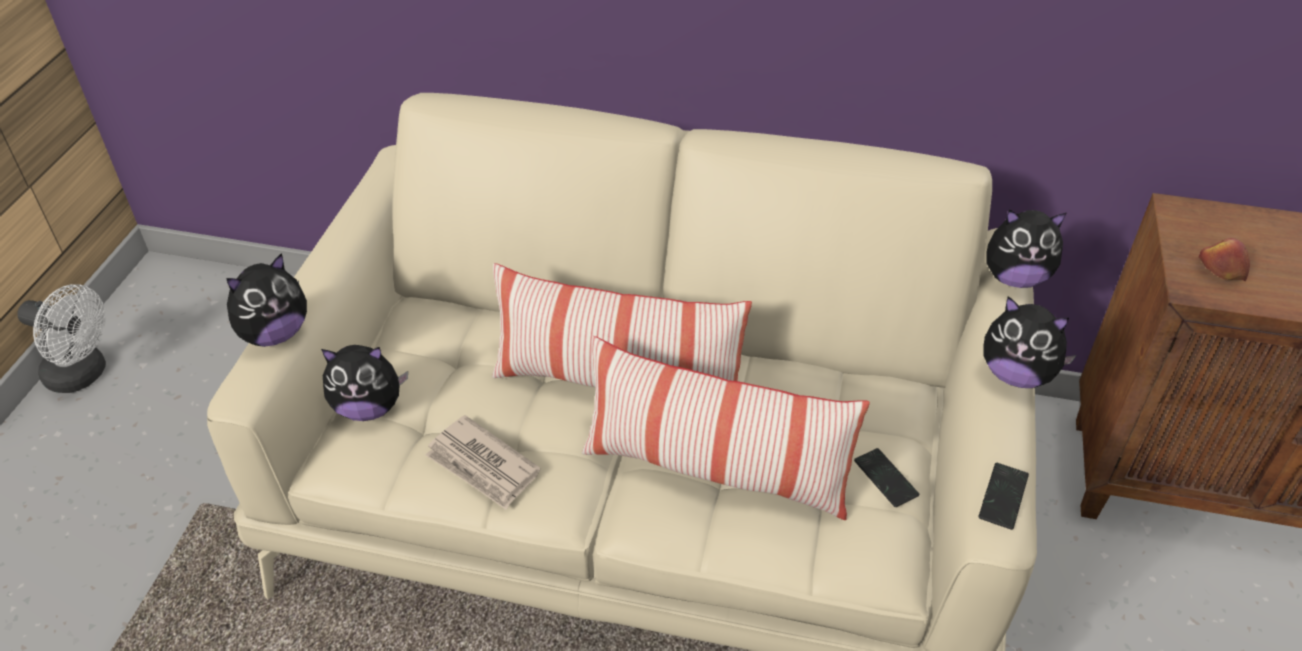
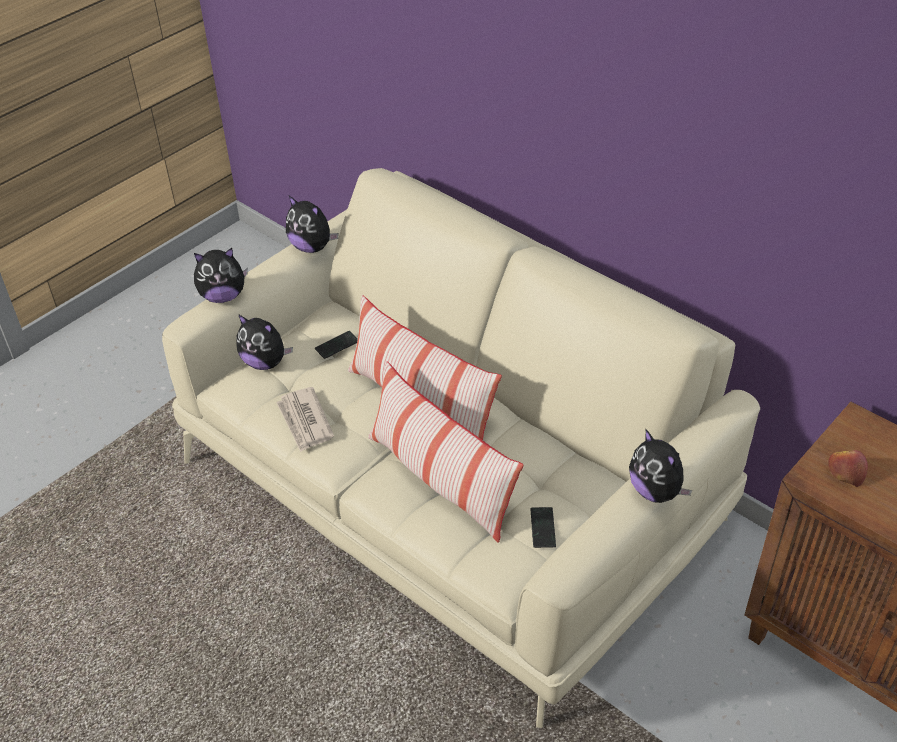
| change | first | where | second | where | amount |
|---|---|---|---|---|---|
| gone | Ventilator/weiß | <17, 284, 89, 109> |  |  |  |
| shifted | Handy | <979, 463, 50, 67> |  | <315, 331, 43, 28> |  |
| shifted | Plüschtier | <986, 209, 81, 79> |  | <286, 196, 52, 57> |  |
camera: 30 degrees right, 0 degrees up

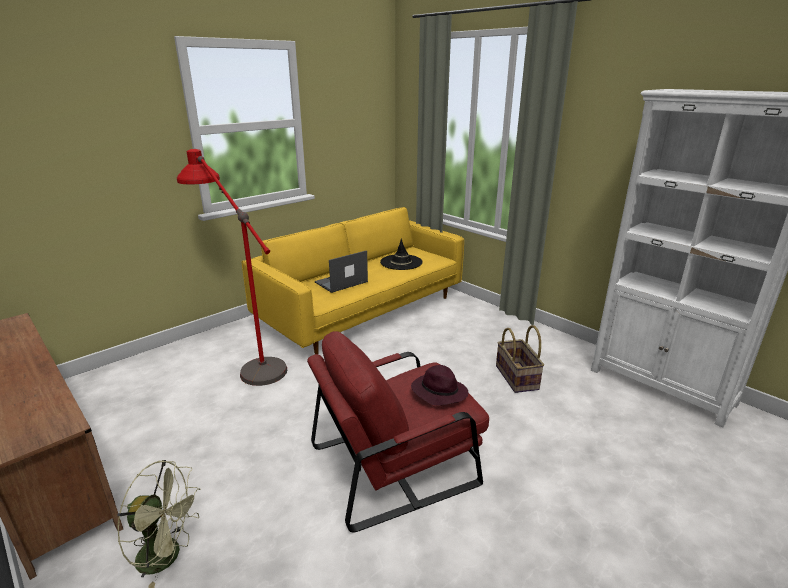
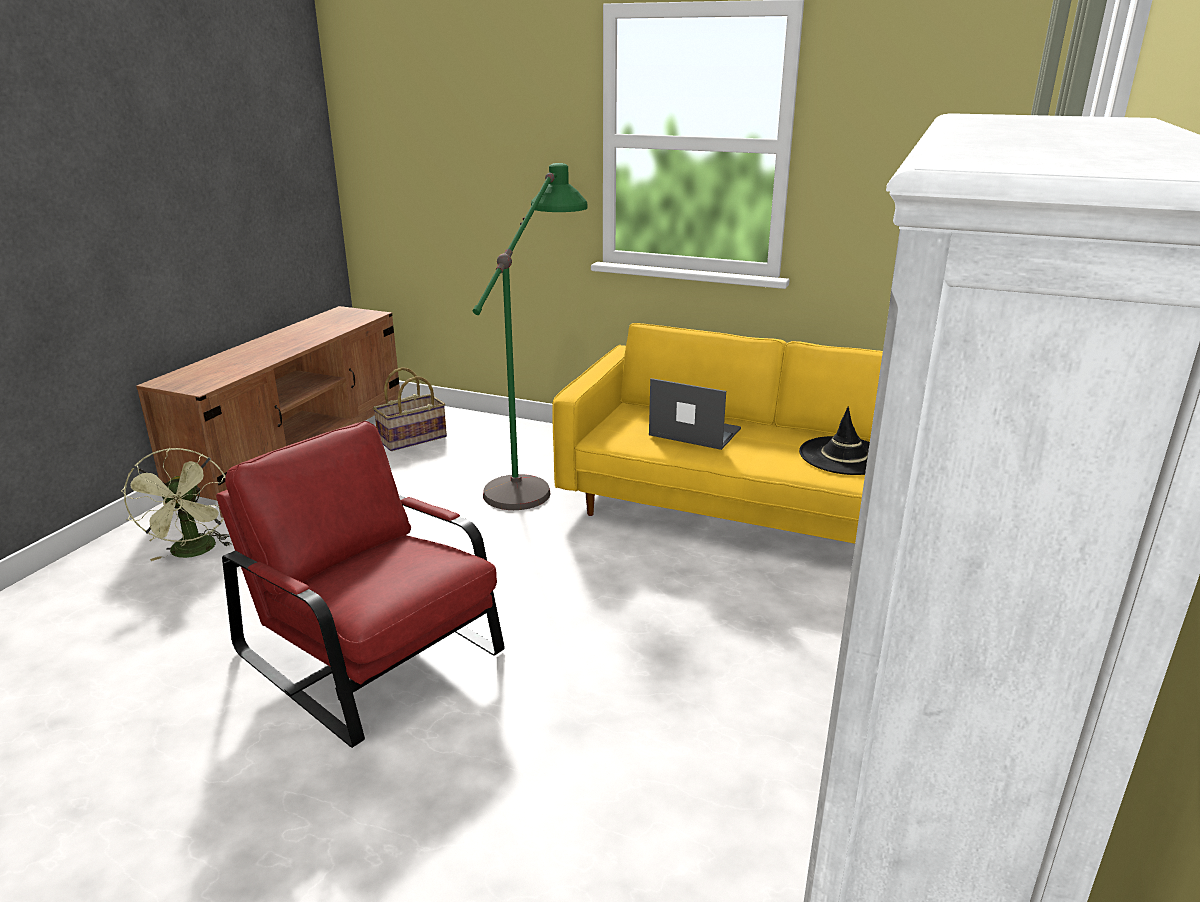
| change | first | where | second | where | amount |
|---|---|---|---|---|---|
| repainted | Stehlampe/rot | <177, 149, 110, 237> | Stehlampe/grün | <473, 163, 114, 347> |  |
| gone | Hut/lila | <411, 365, 57, 41> |  |  |  |
| shifted | Korb | <496, 325, 48, 68> |  | <373, 367, 74, 84> |  |
camera: 65 degrees right, 0 degrees up

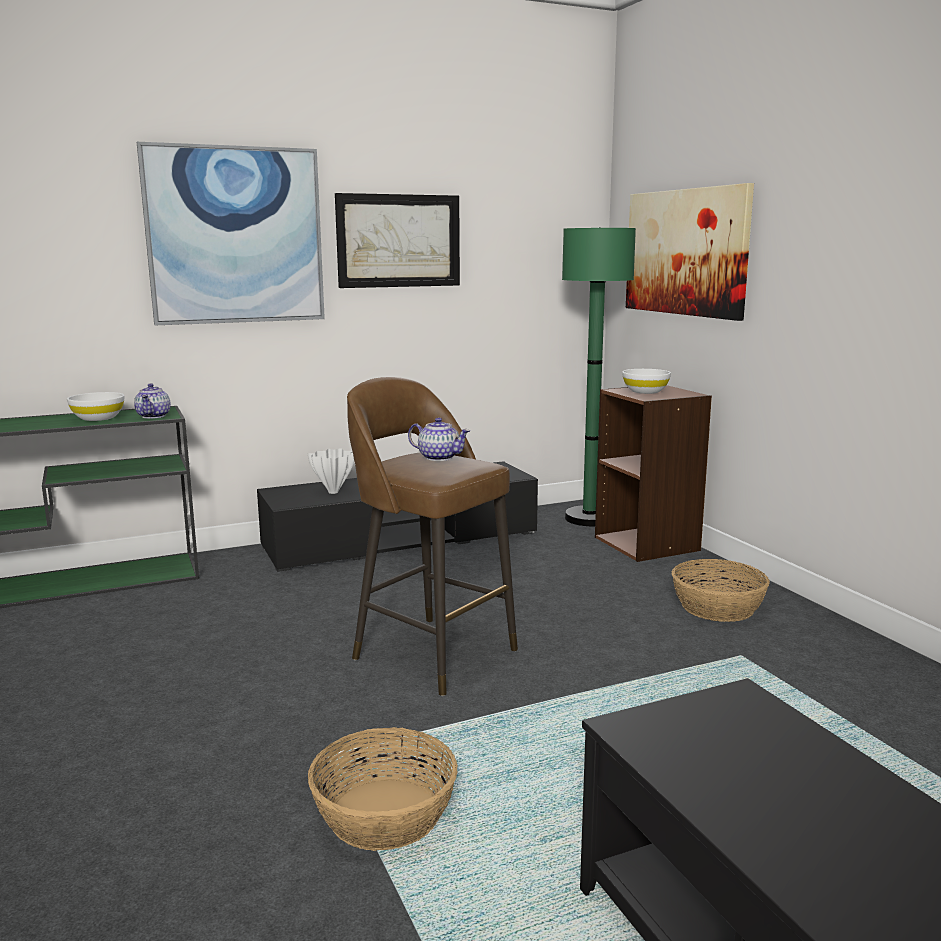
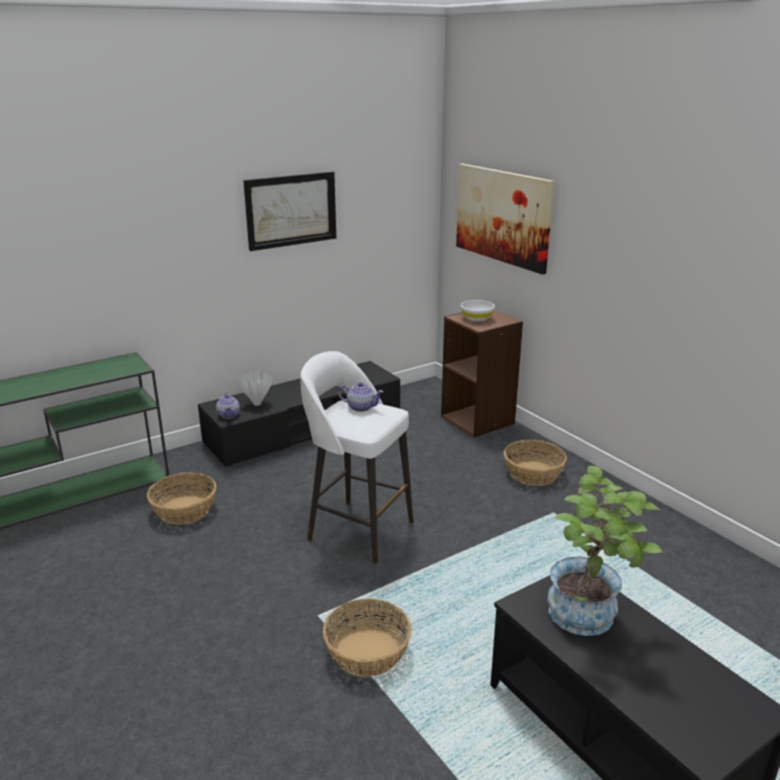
| change | first | where | second | where | amount |
|---|---|---|---|---|---|
| gone | Schüssel/weiß | <67, 392, 57, 29> |  |  |  |
| shifted | Teekanne | <134, 383, 37, 35> |  | <216, 393, 24, 26> |  |
| gone | Bild | <137, 142, 188, 183> |  |  |  |
| repainted | Hocker/braun | <347, 377, 171, 319> | Hocker/weiß | <301, 351, 113, 213> |  |
| gone | Stehlampe/grün | <562, 227, 74, 299> |  |  |  |
| new |  |  | Korb | <147, 472, 70, 52> |  |
| new |  |  | Topfpflanze | <547, 466, 115, 170> |  |
camera: 10 degrees left, 10 degrees up

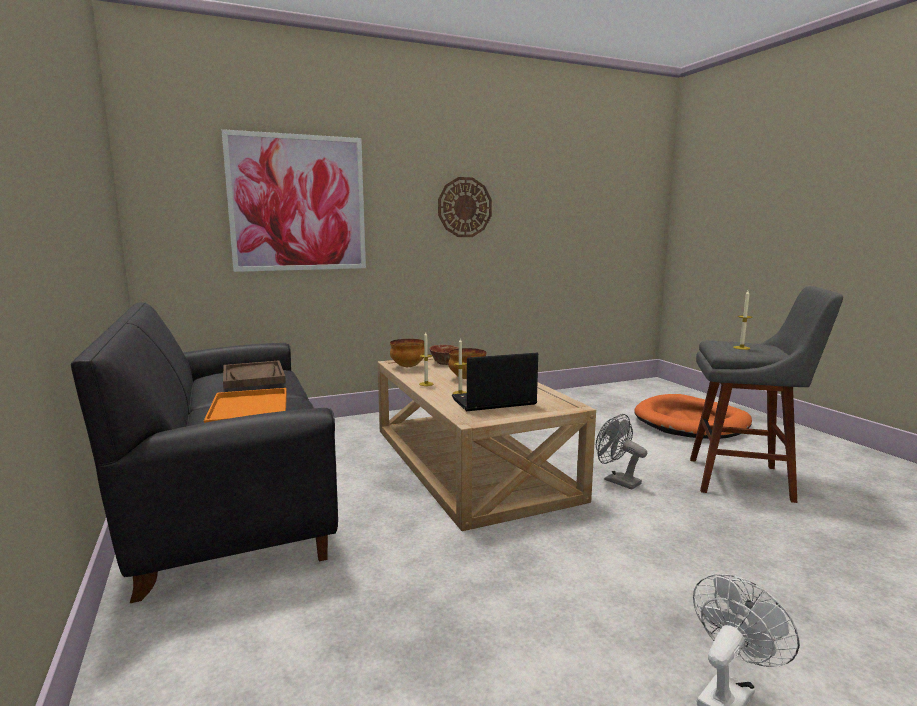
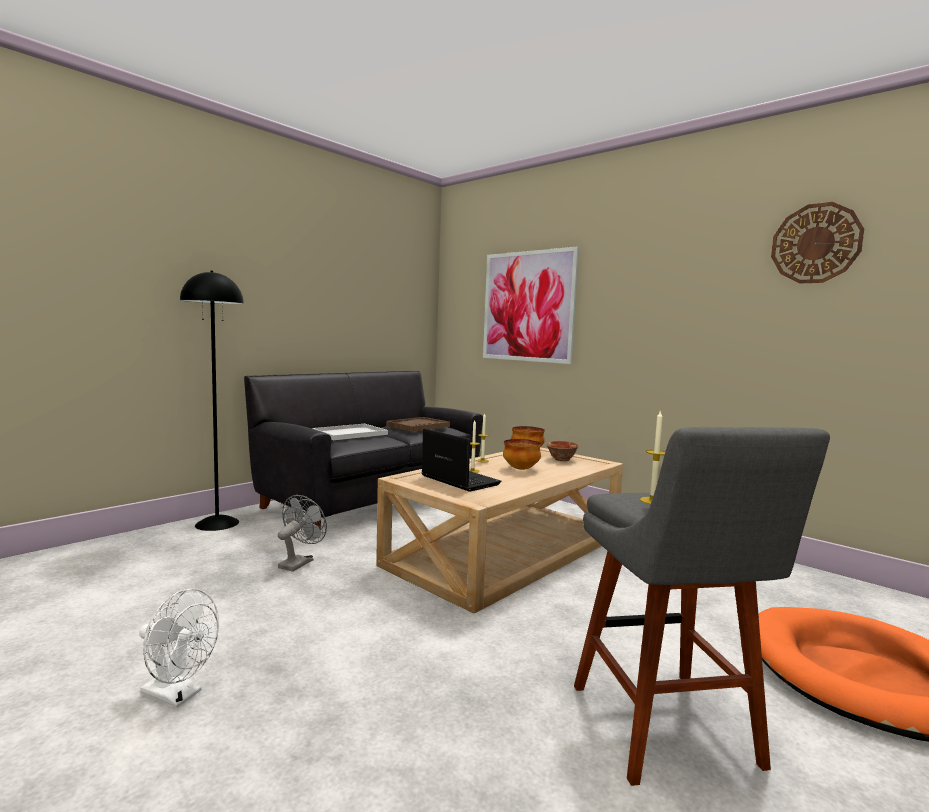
| change | first | where | second | where | amount |
|---|---|---|---|---|---|
| repainted | Tablett/orange | <204, 388, 83, 35> | Tablett/weiß | <312, 424, 76, 16> |  |
| shifted | Wanduhr | <438, 177, 54, 60> |  | <771, 202, 93, 82> |  |
| shifted | Ventilator/grau | <596, 414, 51, 76> |  | <278, 495, 49, 77> |  |
| new |  |  | Stehlampe/schwarz | <180, 271, 64, 260> |  |
camera: 65 degrees right, 5 degrees down

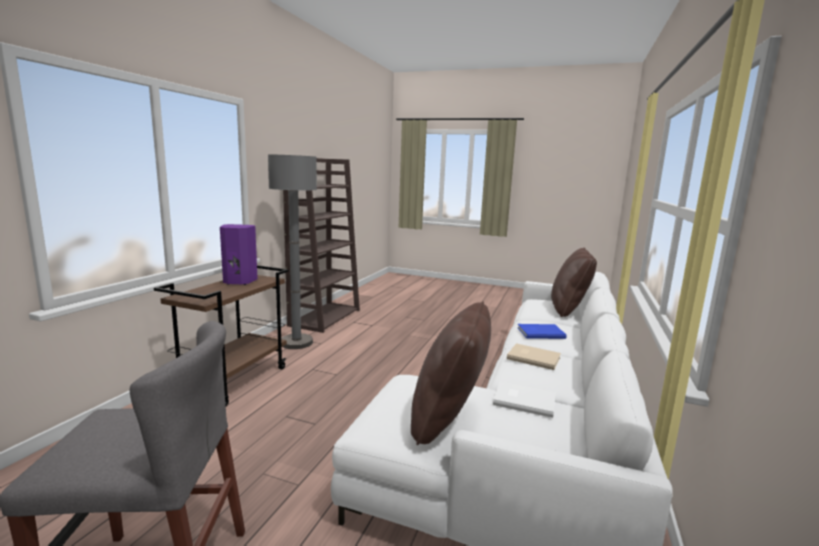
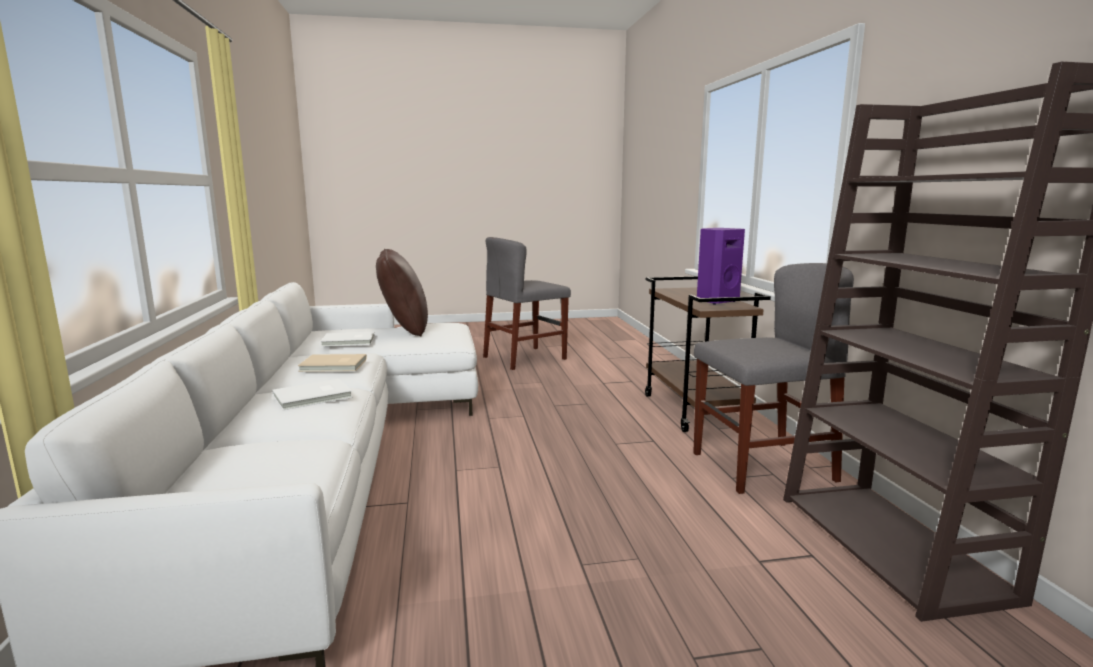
| change | first | where | second | where | amount |
|---|---|---|---|---|---|
| swapped | Stehlampe/grau | <268, 154, 49, 195> | Stuhl/grau | <693, 263, 161, 231> |  |
| repainted | Buch/blau | <517, 324, 50, 15> | Buch/weiß | <272, 379, 81, 31> |  |
| gone | Kissen/braun | <551, 248, 46, 69> |  |  |  |
camera: 150 degrees right, 0 degrees up

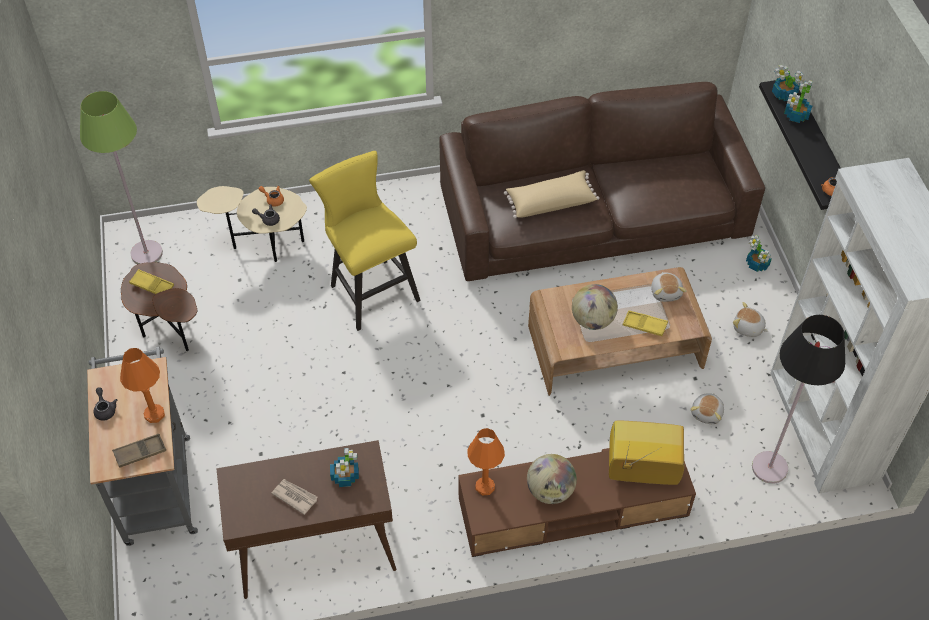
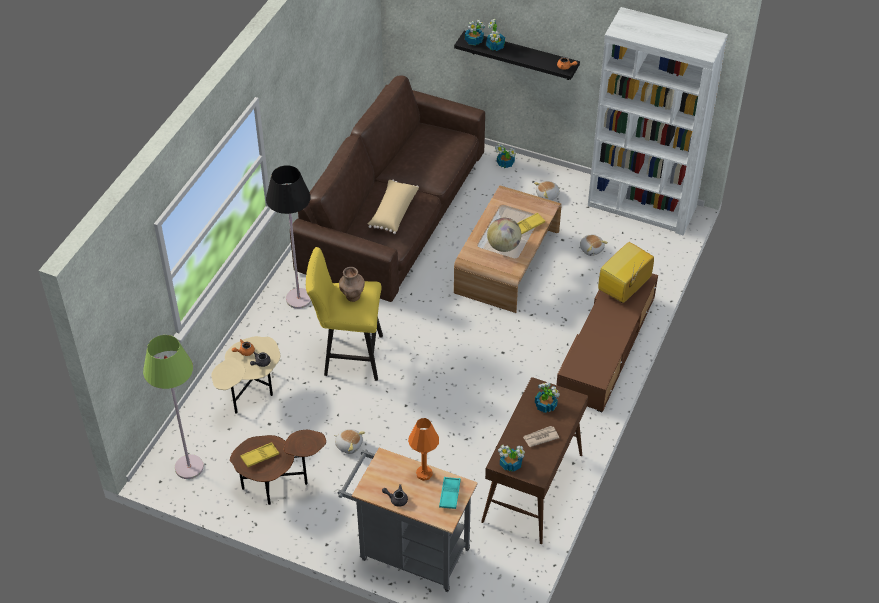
| change | first | where | second | where | amount |
|---|---|---|---|---|---|
| repainted | Tablett/braun | <112, 434, 54, 34> | Tablett/türkis | <439, 477, 22, 32> |  |
| gone | Tischlampe/orange | <467, 428, 38, 67> |  |  |  |
| gone | Globus | <527, 454, 50, 50> |  |  |  |
| shifted | Plüschtier | <651, 272, 35, 30> |  | <334, 429, 31, 25> |  |
| shifted | Stehlampe/schwarz | <752, 315, 93, 169> |  | <266, 165, 45, 144> |  |
| new |  |  | Vase/braun | <339, 267, 26, 35> |  |
| new |  |  | Topfpflanze | <498, 445, 27, 27> |  |
camera: 55 degrees left, 5 degrees down

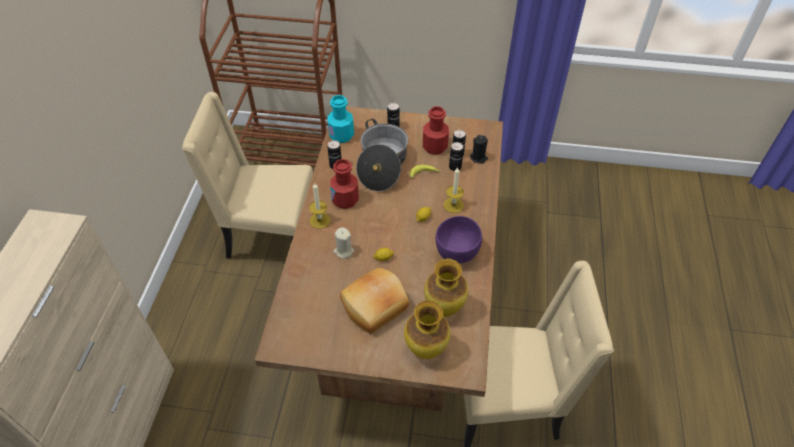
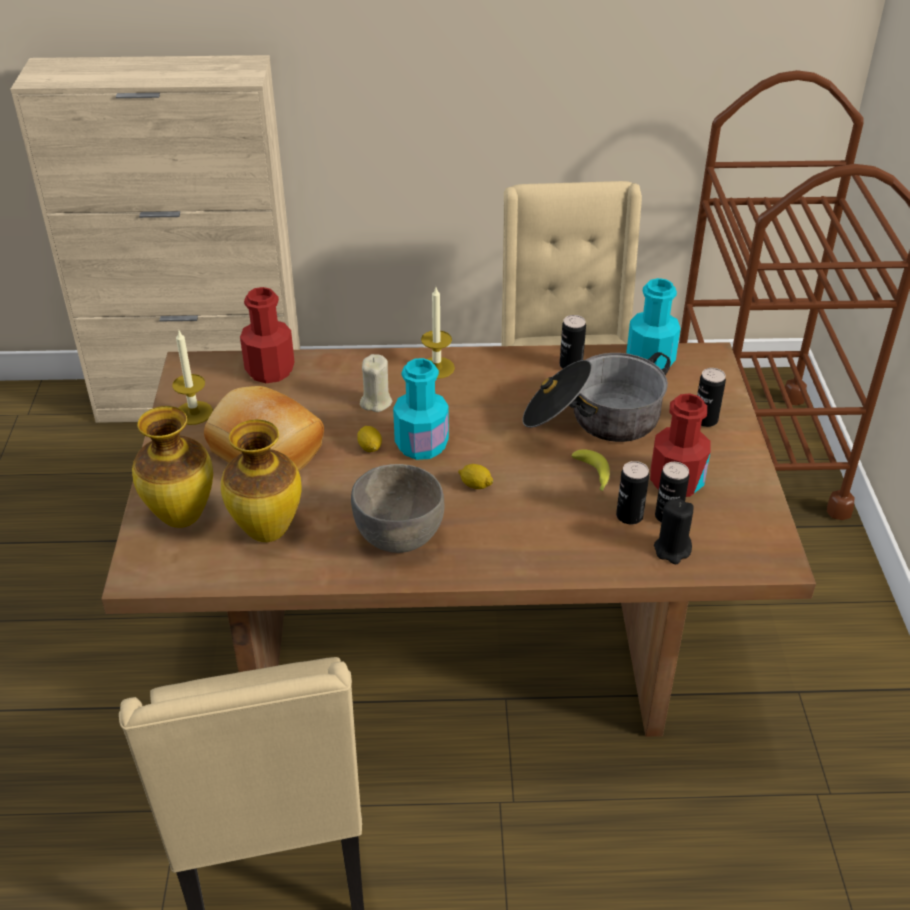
| change | first | where | second | where | amount |
|---|---|---|---|---|---|
| shifted | Flasche/rot | <330, 159, 29, 50> |  | <240, 287, 55, 96> |  |
| repainted | Schüssel/lila | <436, 216, 46, 48> | Schüssel/grau | <351, 464, 93, 89> |  |
| shifted | Kerze | <444, 167, 20, 46> |  | <172, 331, 41, 94> |  |
| new |  |  | Flasche/türkis | <393, 358, 56, 102> |  |
camera: 80 degrees right, 10 degrees down

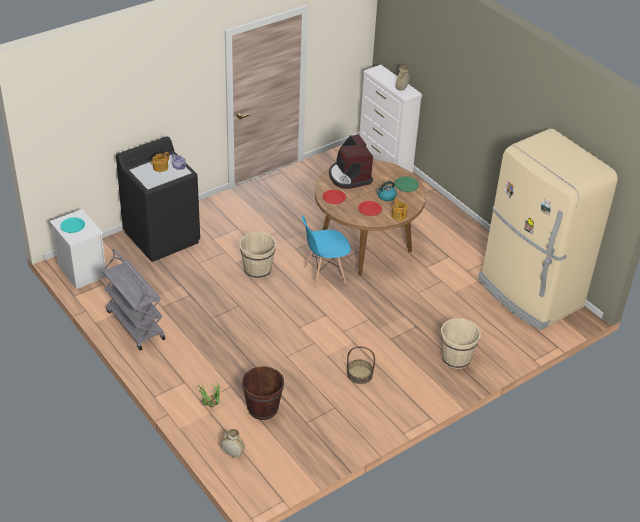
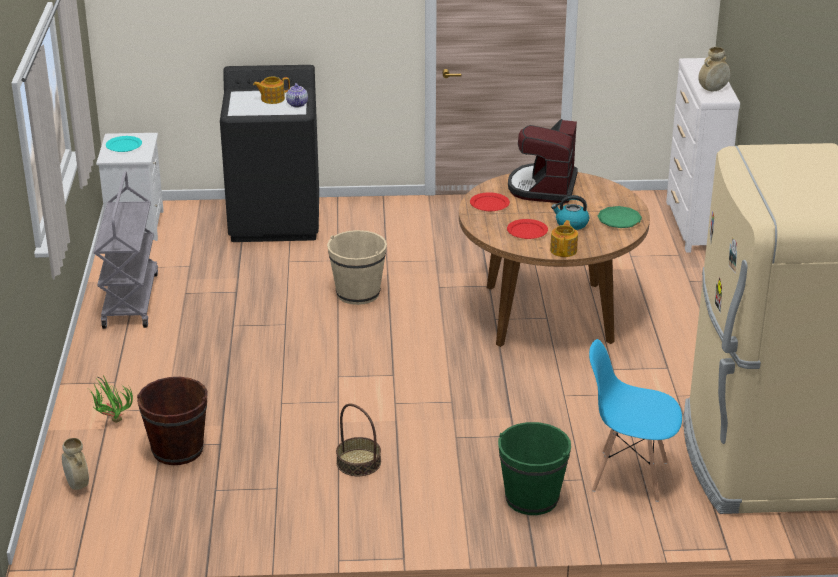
| change | first | where | second | where | amount |
|---|---|---|---|---|---|
| shifted | Stuhl/blau | <302, 215, 49, 75> |  | <589, 339, 93, 163> |  |
| repainted | Eimer/beige | <441, 318, 40, 51> | Eimer/grün | <498, 422, 73, 93> |  |
camera: 35 degrees right, 10 degrees down

